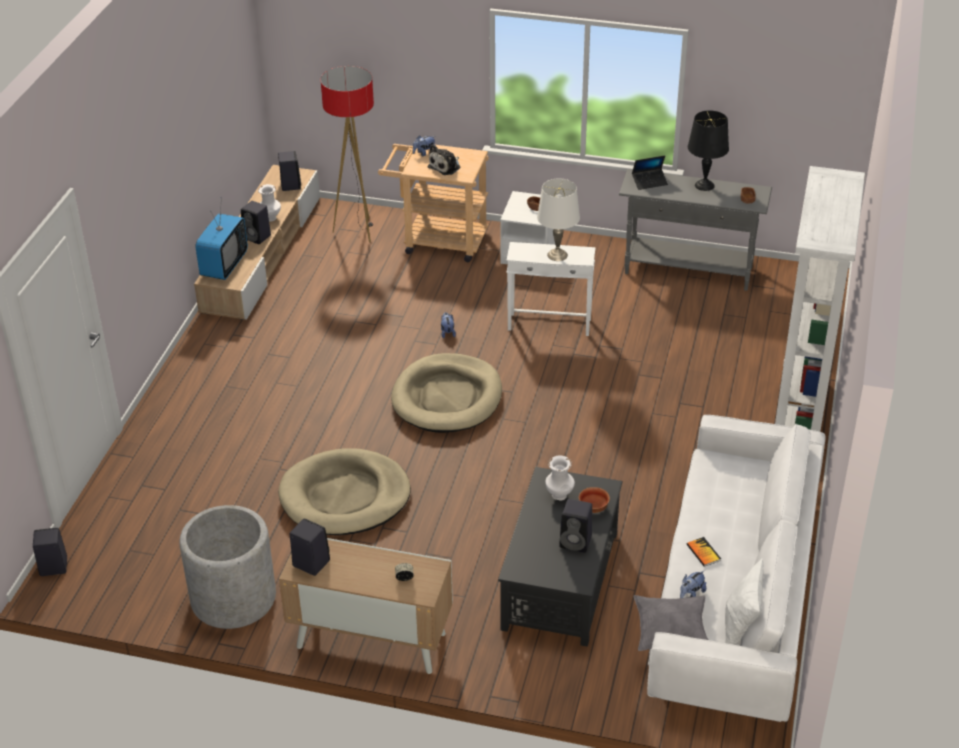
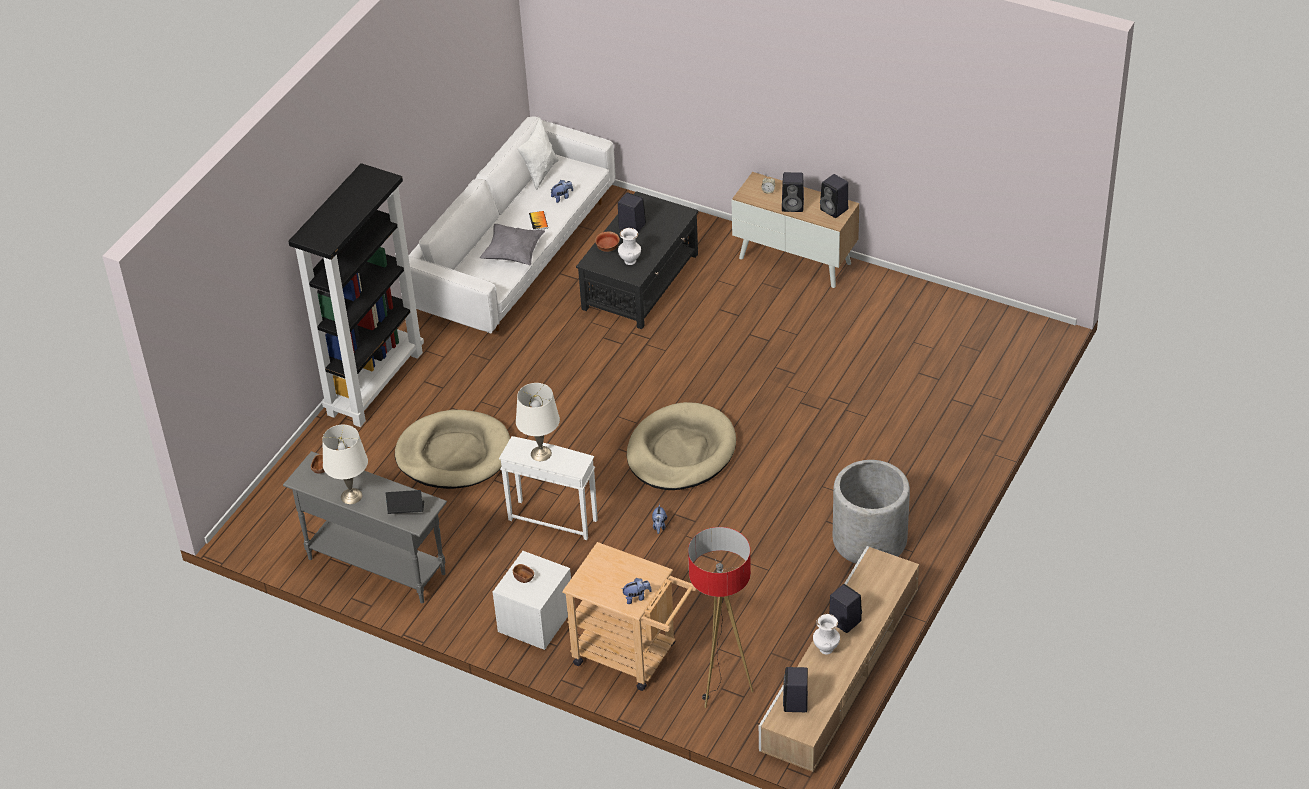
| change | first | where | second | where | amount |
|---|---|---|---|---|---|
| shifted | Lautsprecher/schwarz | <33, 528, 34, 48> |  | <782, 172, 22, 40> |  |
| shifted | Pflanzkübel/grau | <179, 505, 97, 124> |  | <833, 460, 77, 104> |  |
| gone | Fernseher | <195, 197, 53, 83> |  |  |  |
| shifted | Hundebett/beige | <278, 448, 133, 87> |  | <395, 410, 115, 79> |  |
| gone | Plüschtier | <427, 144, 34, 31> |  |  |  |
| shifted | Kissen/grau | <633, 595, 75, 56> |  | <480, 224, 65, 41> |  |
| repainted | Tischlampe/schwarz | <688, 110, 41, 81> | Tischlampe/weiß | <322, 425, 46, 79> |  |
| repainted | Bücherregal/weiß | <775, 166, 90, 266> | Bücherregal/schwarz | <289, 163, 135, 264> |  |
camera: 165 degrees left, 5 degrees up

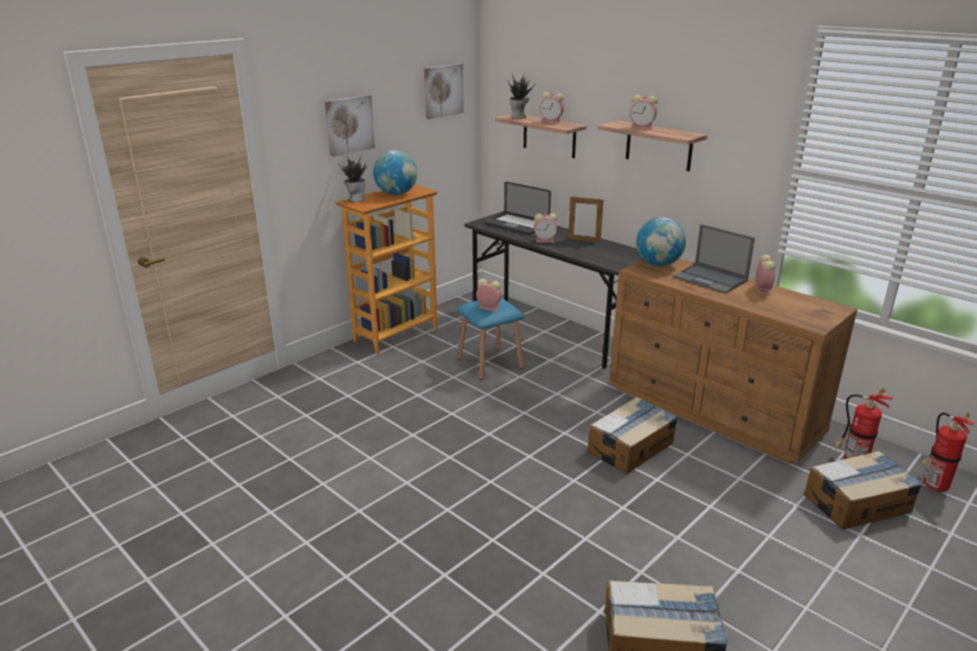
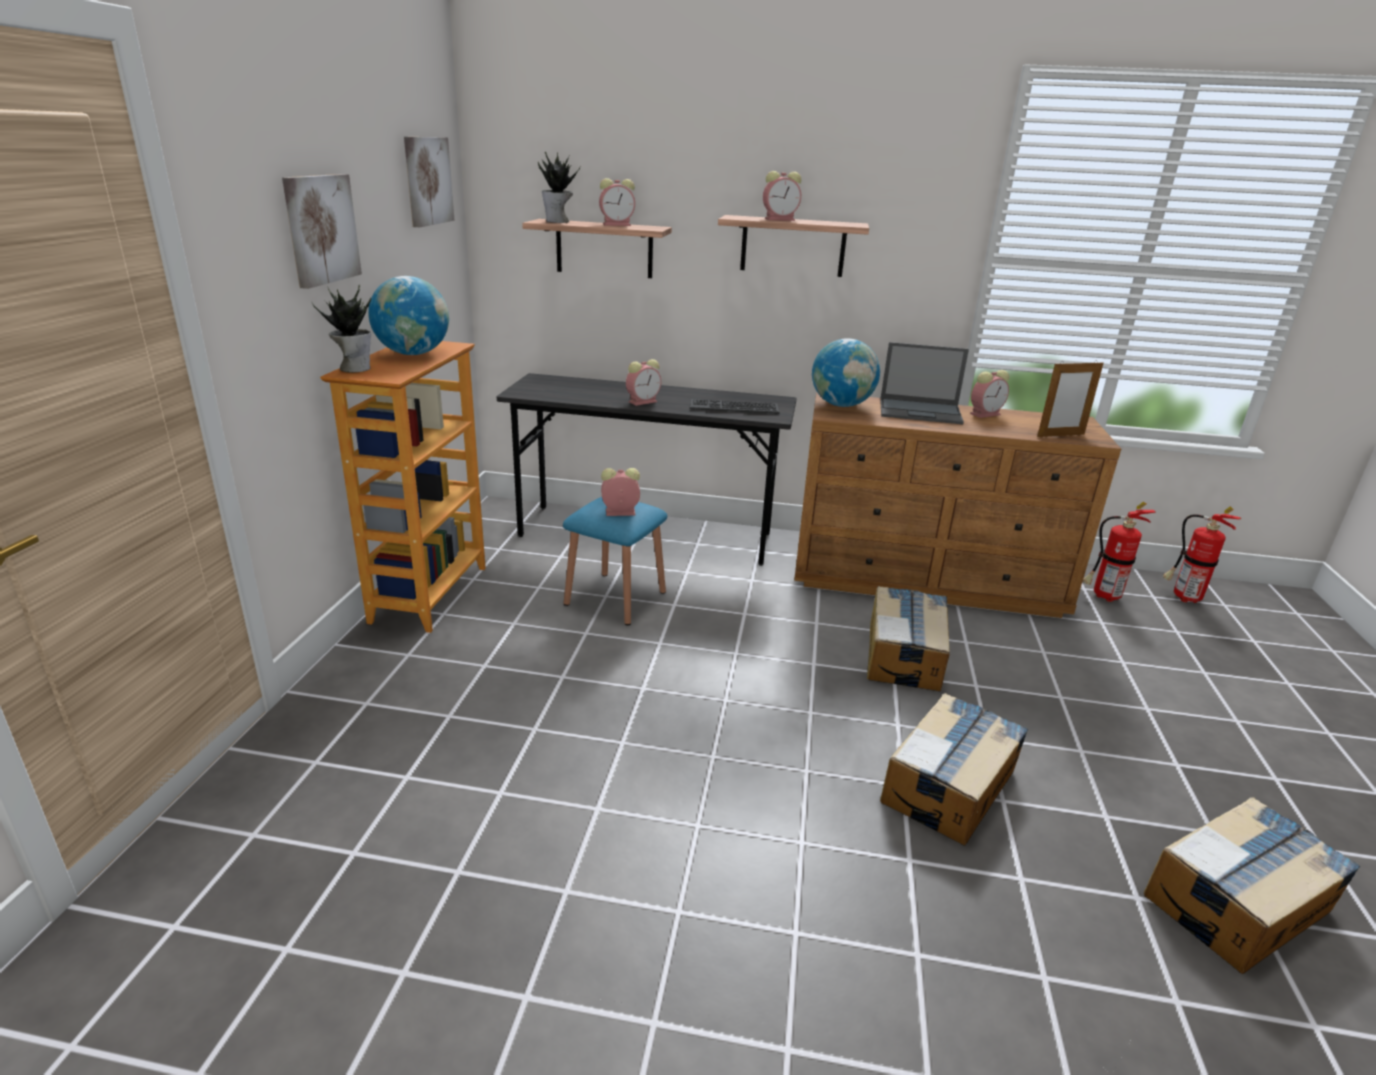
| change | first | where | second | where | amount |
|---|---|---|---|---|---|
| gone | Laptop | <485, 182, 66, 53> |  |  |  |
| shifted | Bilderrahmen | <568, 197, 36, 46> |  | <1037, 360, 66, 77> |  |
| rotated | Wecker | <754, 255, 21, 40> |  | <970, 370, 39, 48> | 90 degrees clockwise |
| shifted | Karton | <804, 451, 119, 78> |  | <880, 693, 148, 153> |  |
| new |  |  | Tastatur | <689, 399, 91, 15> |  |
camera: 35 degrees left, 0 degrees up

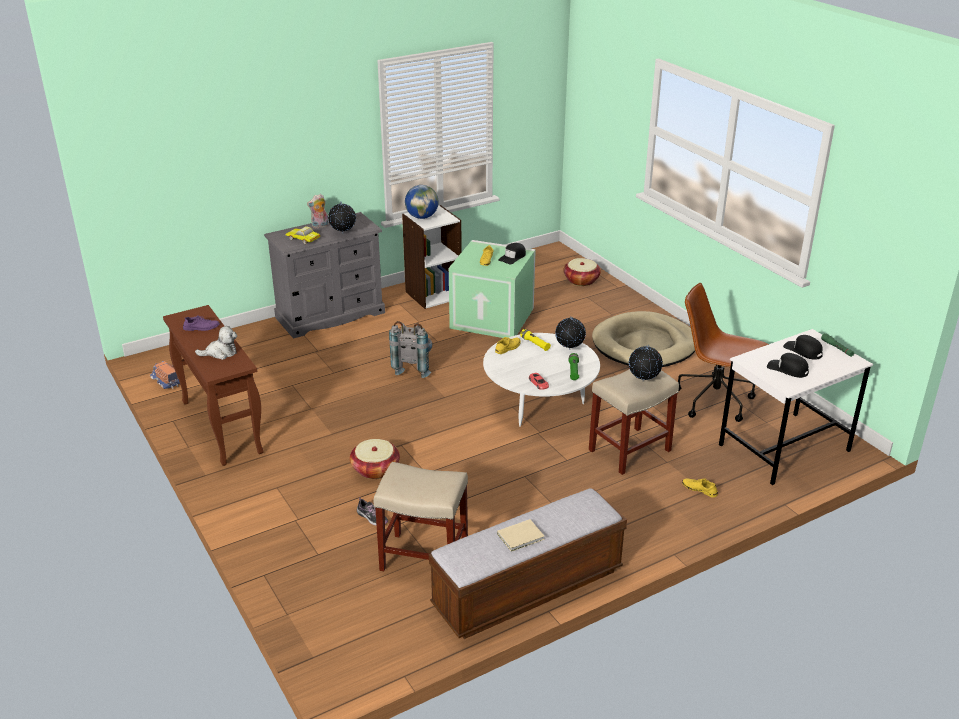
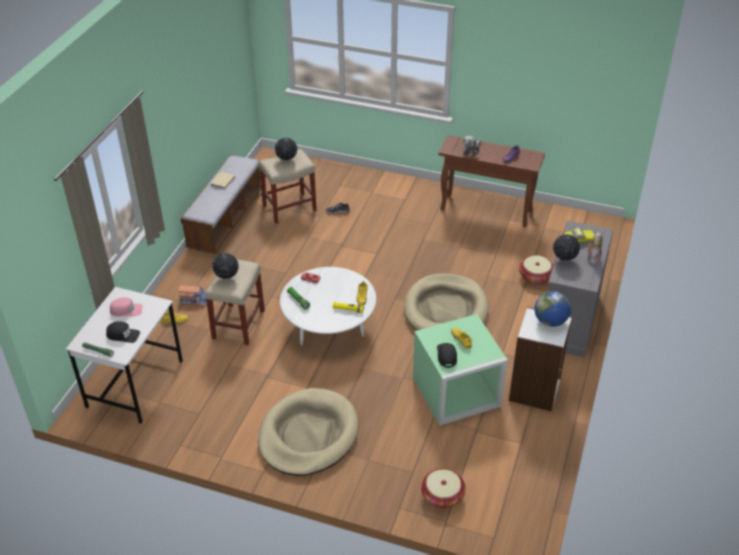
| change | first | where | second | where | amount |
|---|---|---|---|---|---|
| shifted | Spielzeuglaster | <150, 361, 30, 28> |  | <178, 285, 29, 20> |  |
| shifted | Korb | <350, 439, 50, 40> |  | <519, 255, 34, 30> |  |
| swapped | Rucksack/grau | <389, 321, 43, 57> | Hundebett/beige | <404, 273, 85, 57> |  |
| shifted | Globus | <555, 316, 31, 33> |  | <275, 137, 22, 23> |  |
| gone | Bürostuhl/braun | <678, 283, 91, 139> |  |  |  |
| repainted | Kappe/schwarz | <767, 353, 42, 25> | Kappe/rosa | <110, 298, 33, 19> |  |
camera: 140 degrees right, 10 degrees up

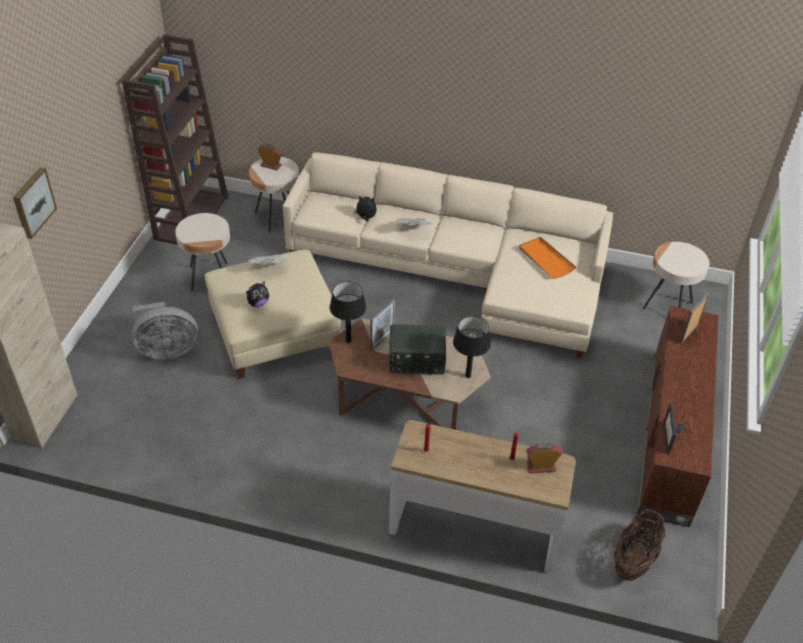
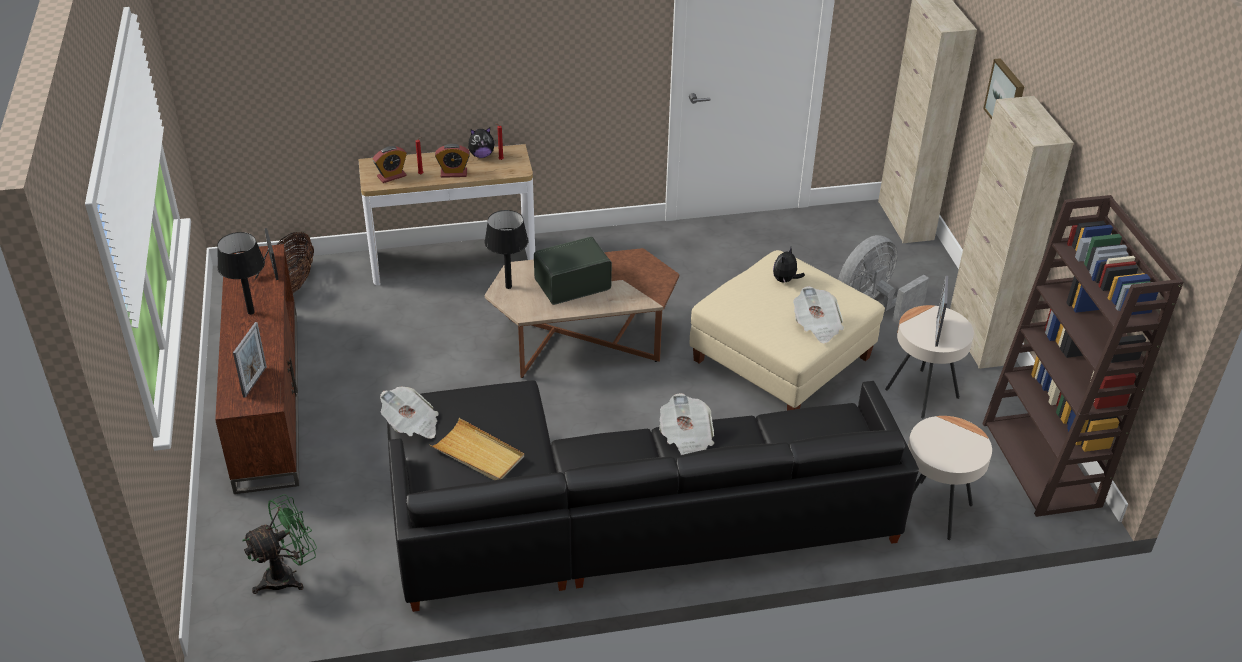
| change | first | where | second | where | amount |
|---|---|---|---|---|---|
| shifted | Wecker | <258, 144, 24, 26> |  | <435, 144, 35, 34> |  |
| repainted | Sofa/beige | <283, 152, 330, 206> | Sofa/schwarz | <387, 380, 532, 232> |  |
| shifted | Tischlampe/schwarz | <330, 281, 36, 62> |  | <217, 232, 48, 83> |  |
| shifted | Plüschtier | <354, 195, 23, 27> |  | <468, 127, 27, 31> |  |
| shifted | Bilderrahmen | <370, 299, 25, 52> |  | <935, 276, 13, 71> |  |
| repainted | Tablett/orange | <519, 237, 57, 42> | Tablett/beige | <430, 418, 94, 62> |  |
| swapped | Beistelltisch/beige | <643, 242, 66, 67> | Ventilator/grün | <242, 494, 75, 100> |  |
| new |  |  | Zeitung | <380, 387, 58, 52> |  |
| new |  |  | Schrank/beige | <950, 96, 124, 273> |  |
camera: 155 degrees right, 5 degrees down

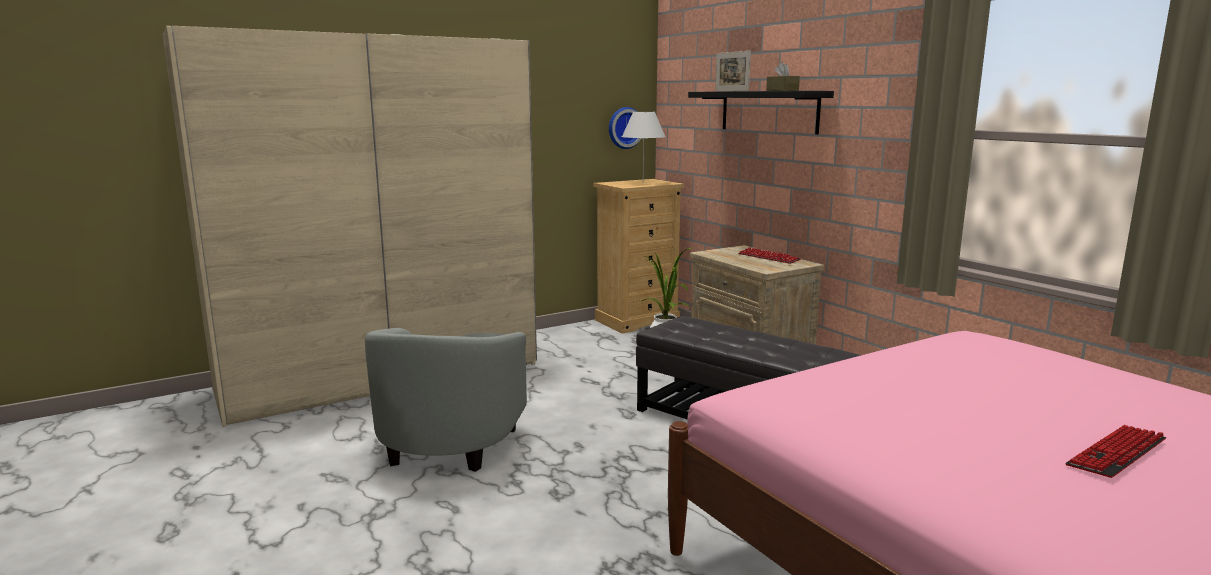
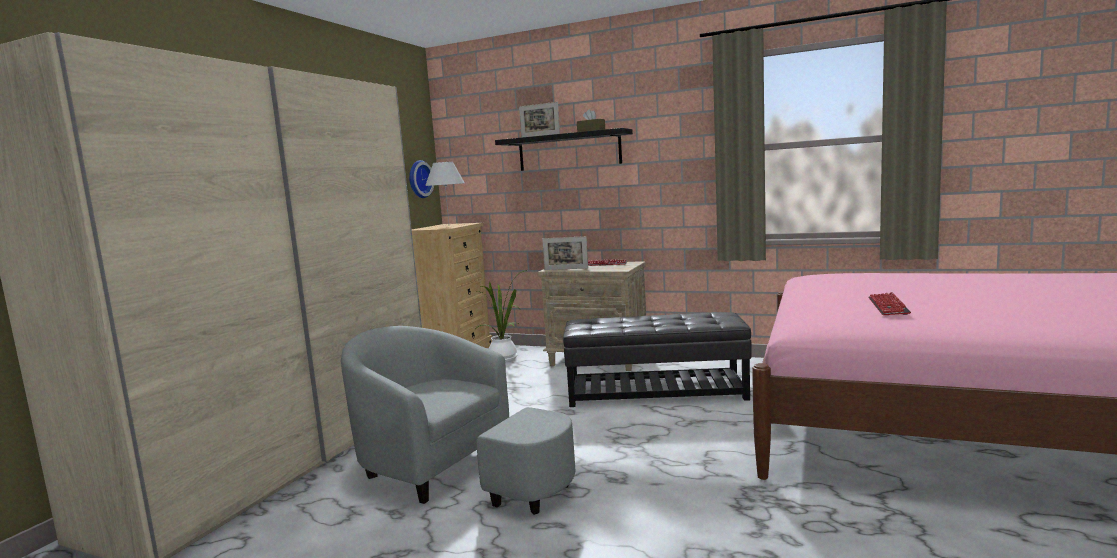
| change | first | where | second | where | amount |
|---|---|---|---|---|---|
| rotated | Sessel/grau | <365, 328, 162, 144> |  | <341, 326, 234, 189> | 150 degrees clockwise |
| shifted | Tastatur | <1065, 425, 101, 53> |  | <868, 292, 43, 23> |  |
| new |  |  | Bilderrahmen | <542, 236, 46, 34> |  |
camera: 35 degrees left, 5 degrees down

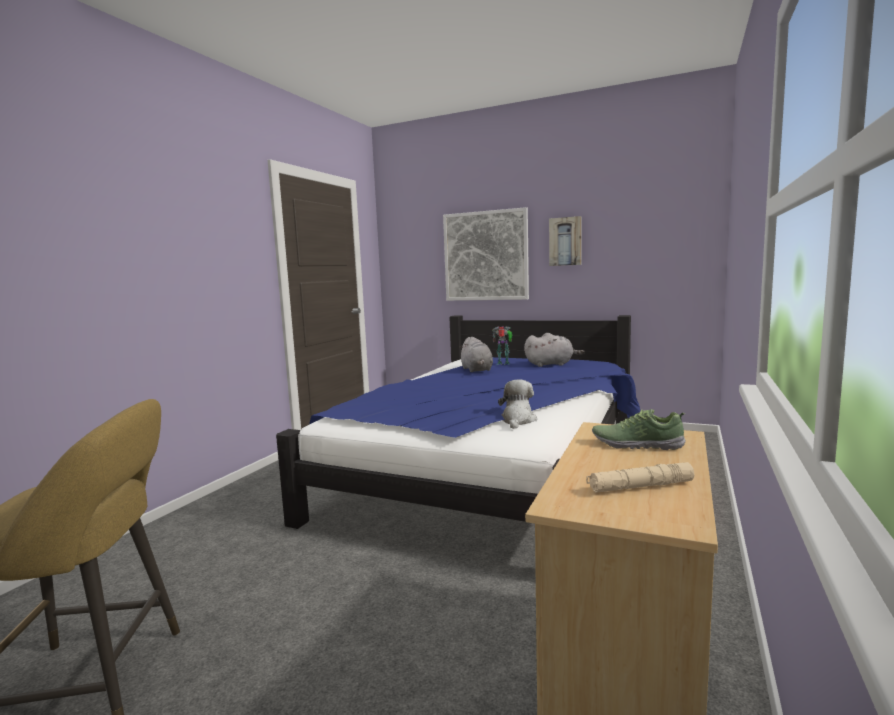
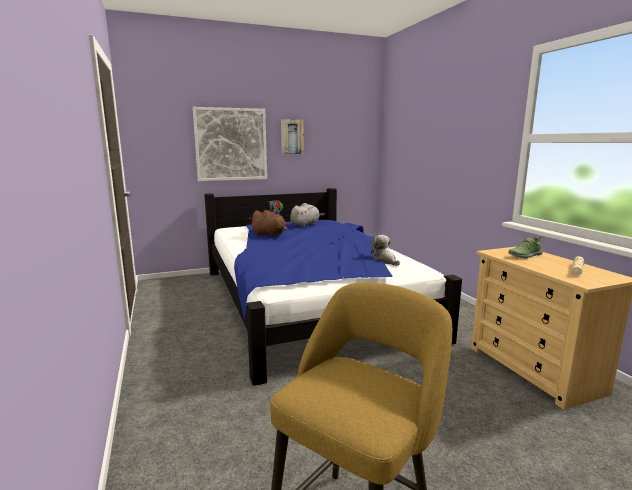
| change | first | where | second | where | amount |
|---|---|---|---|---|---|
| repainted | Plüschtier/grau | <460, 337, 33, 35> | Plüschtier/braun | <250, 210, 37, 27> |  |
camera: 45 degrees left, 5 degrees up

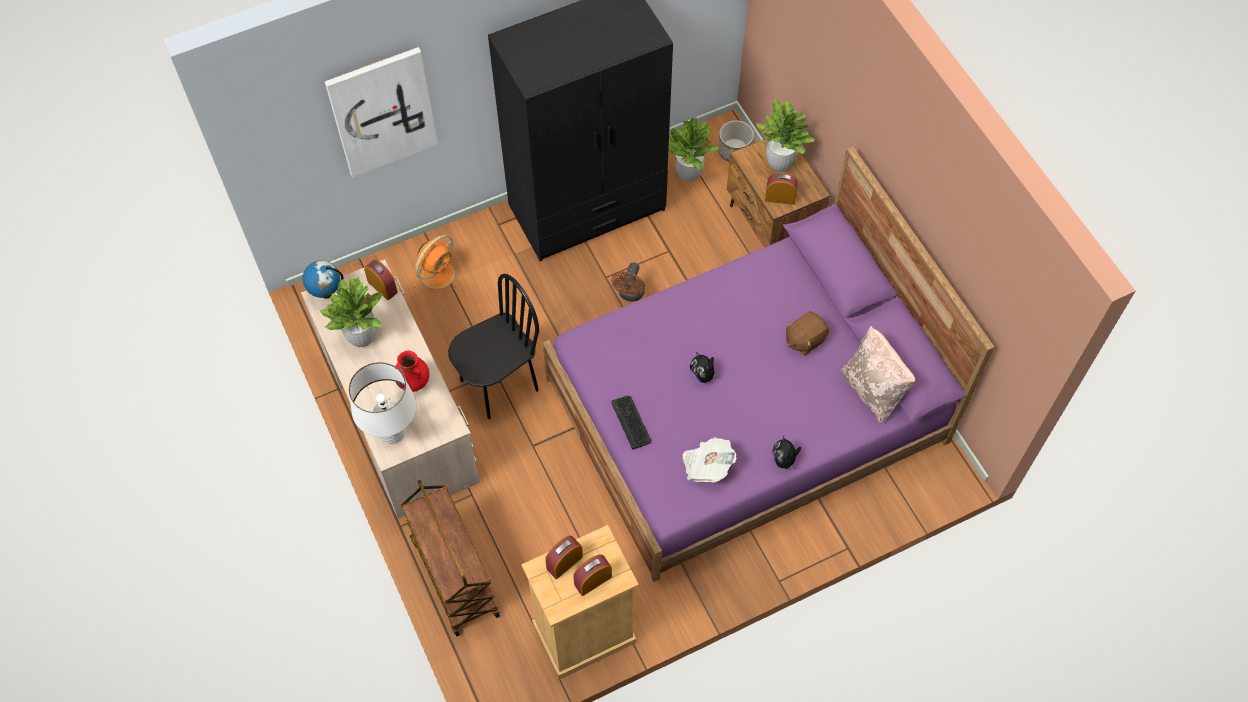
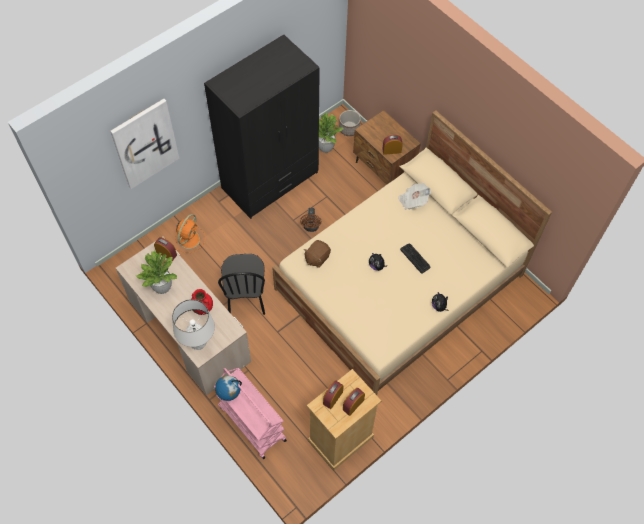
| change | first | where | second | where | amount |
|---|---|---|---|---|---|
| shifted | Globus | <303, 260, 40, 39> |  | <215, 375, 27, 26> |  |
| repainted | Rollwagen/braun | <401, 480, 99, 156> | Rollwagen/rosa | <214, 368, 73, 91> |  |
| rotated | Stuhl/schwarz | <448, 274, 91, 145> |  | <218, 254, 47, 61> | 135 degrees clockwise |
| repainted | Bett/lila | <543, 146, 451, 436> | Bett/beige | <272, 110, 280, 285> |  |
| shifted | Tastatur | <612, 396, 39, 53> |  | <400, 244, 31, 30> |  |
| shifted | Zeitung | <682, 437, 54, 46> |  | <398, 183, 33, 27> |  |
| gone | Topfpflanze | <757, 99, 57, 73> |  |  |  |
| shifted | Plüschtier/braun | <786, 311, 43, 44> |  | <304, 240, 27, 28> |  |
| gone | Kissen/beige | <841, 326, 74, 98> |  |  |  |
camera: 15 degrees left, 0 degrees up

